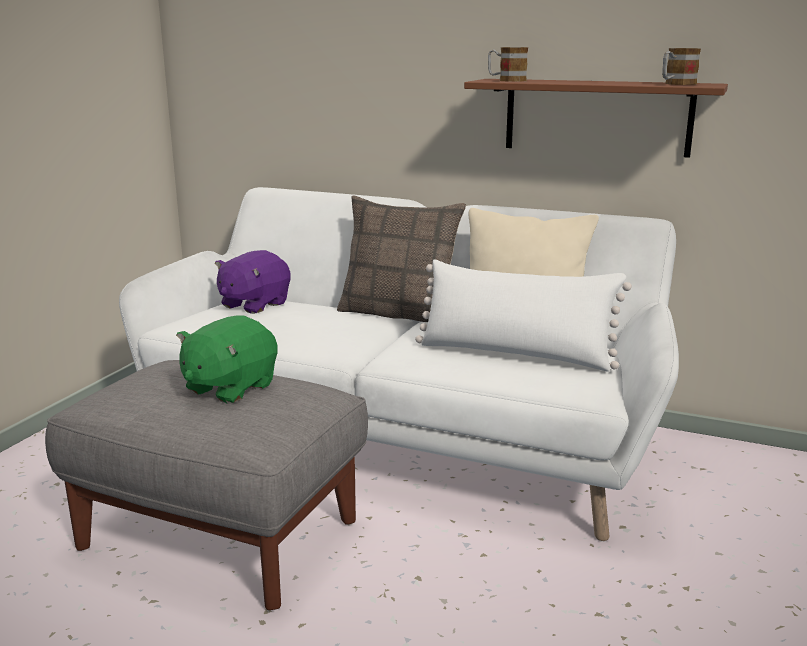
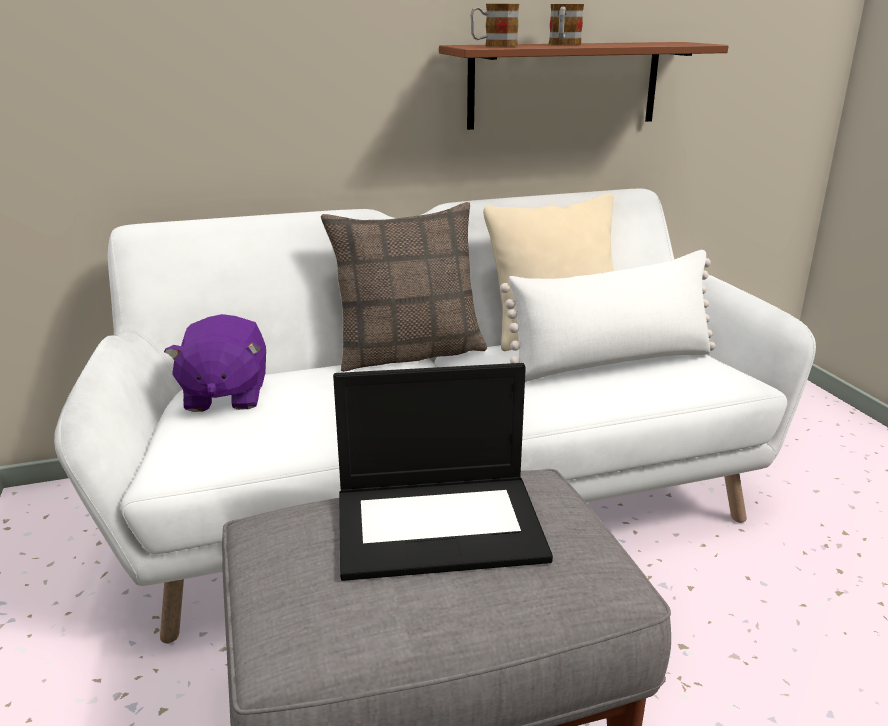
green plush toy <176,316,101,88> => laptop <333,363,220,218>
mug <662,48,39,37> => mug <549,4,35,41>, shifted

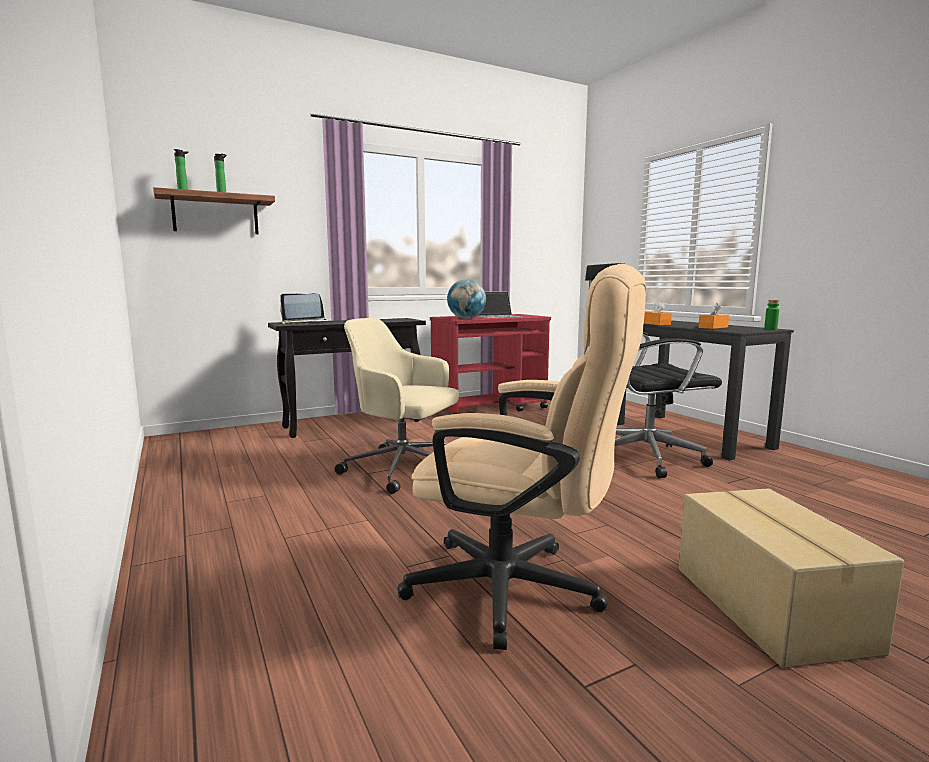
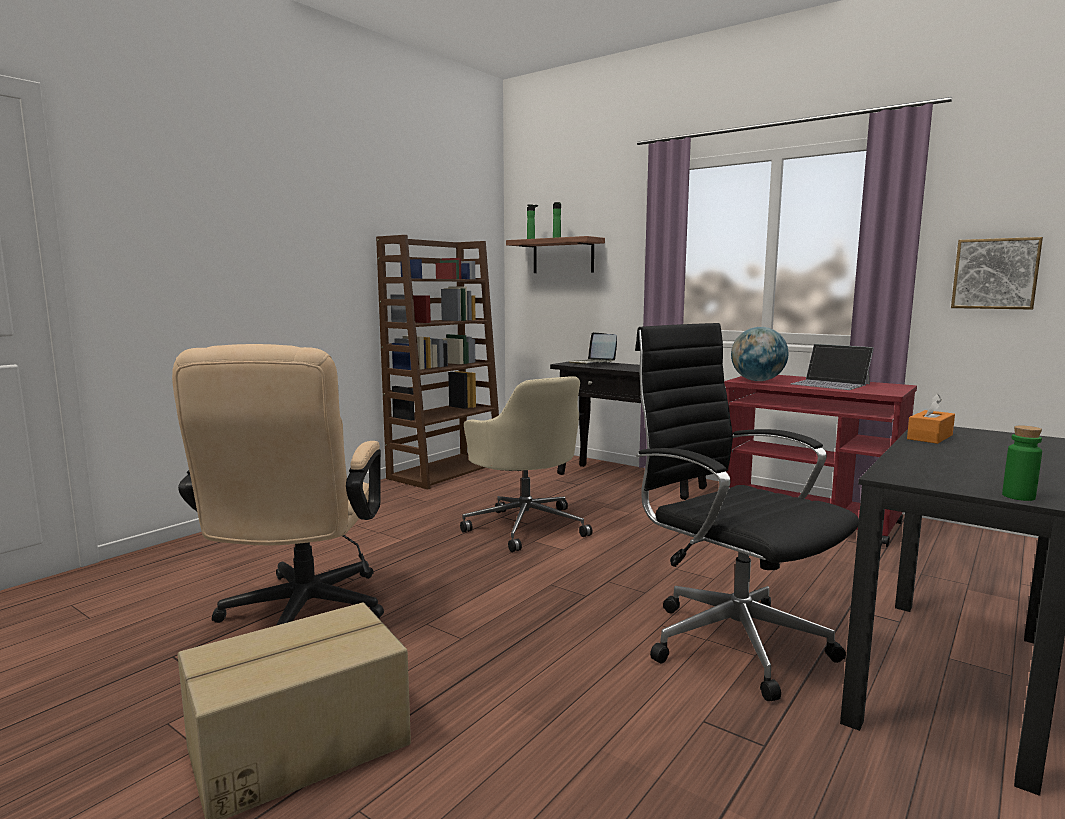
beige office chair <335,318,124,176> => beige office chair <460,376,132,176>, 150 degrees clockwise
orange tissue box <698,303,31,26> => nothing
nothing => brown bookcase <376,235,123,255>
nothing => picture <951,237,92,73>

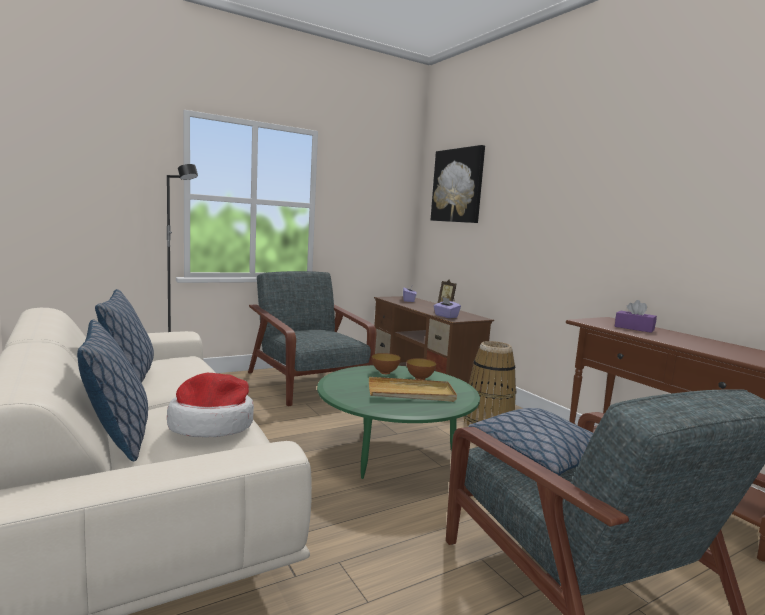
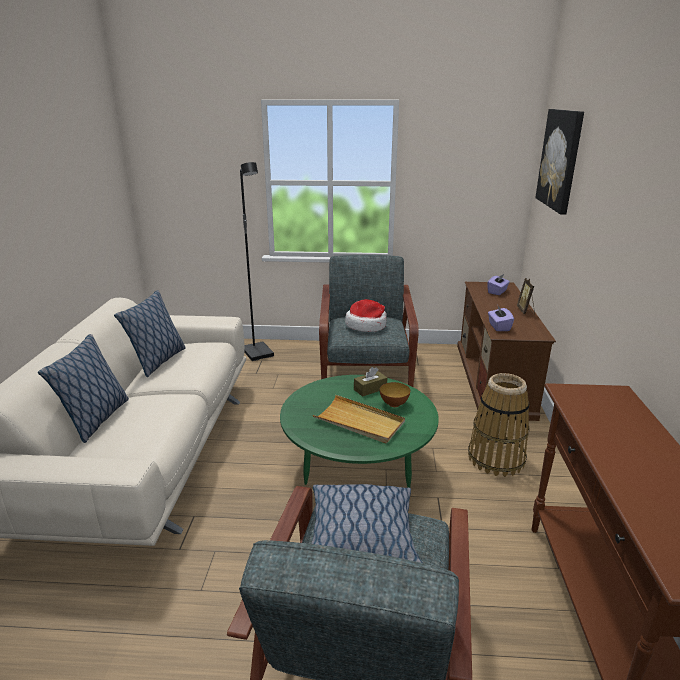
hat <167,373,87,64> => hat <345,299,42,33>, shifted
bowl <372,353,29,21> => brown tissue box <354,367,33,30>
purple tissue box <615,300,42,33> => nothing

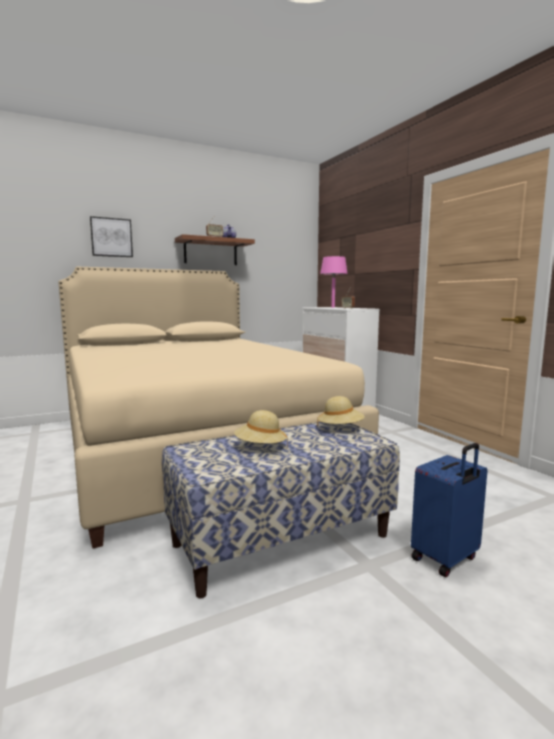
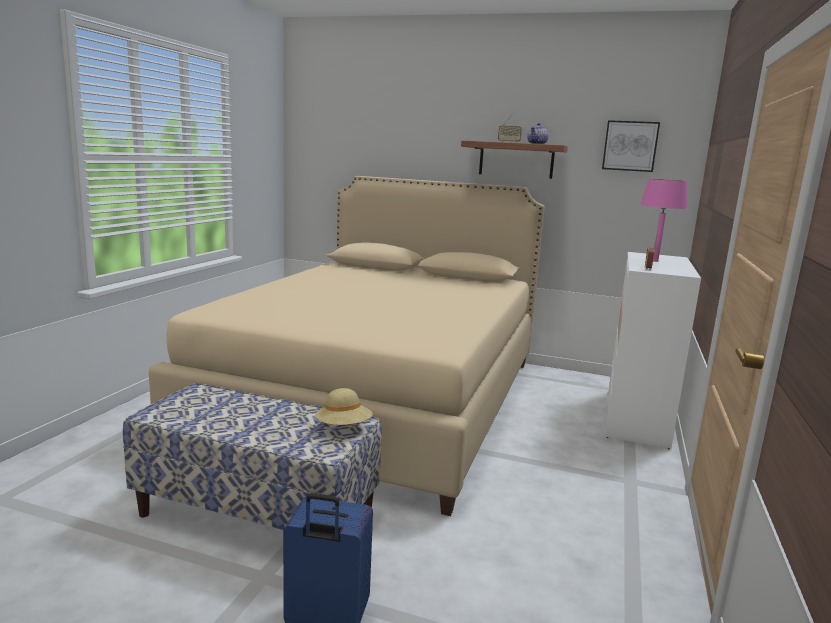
picture <90,216,43,41> => picture <602,120,58,52>, shifted
beige hat <234,410,54,38> => nothing

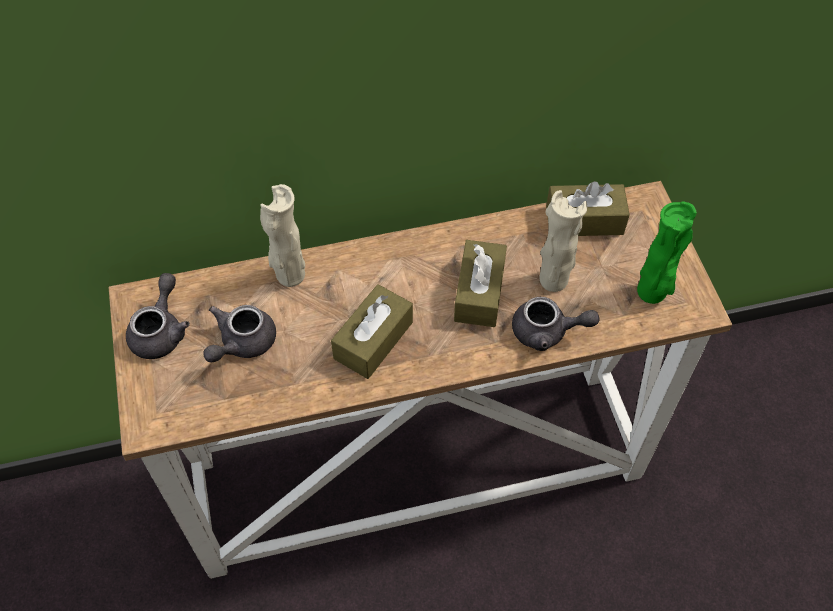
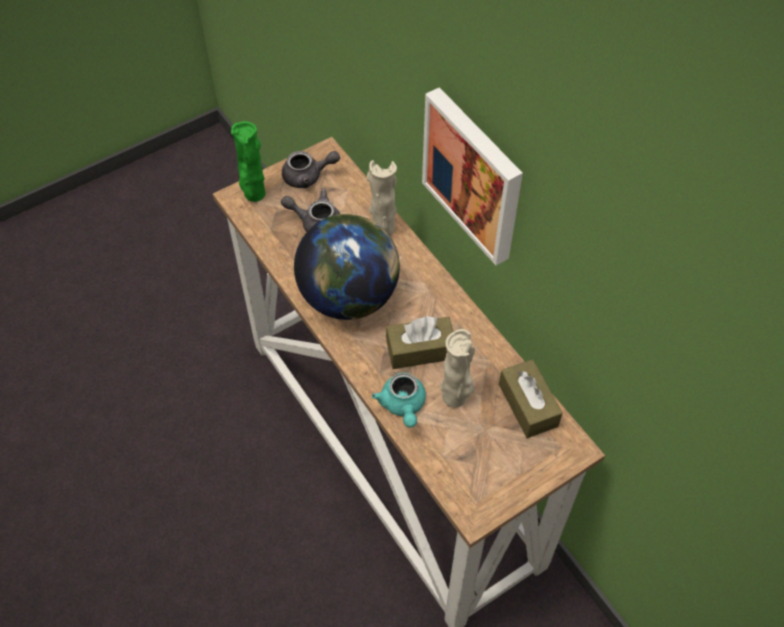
brown tissue box <331,284,82,95> => globe <294,214,106,106>
grey teapot <512,297,88,54> => turquoise teapot <372,373,54,55>
green vase <637,201,60,103> => green vase <231,121,35,81>, shifted
nothing => picture <422,87,101,178>

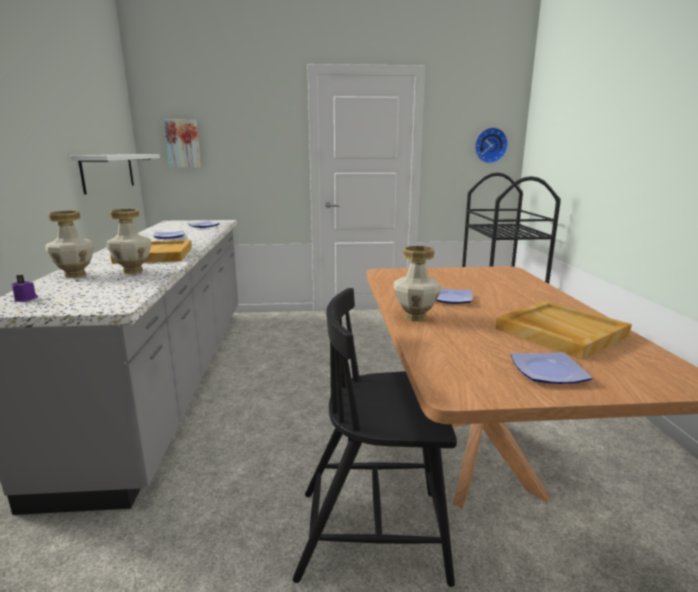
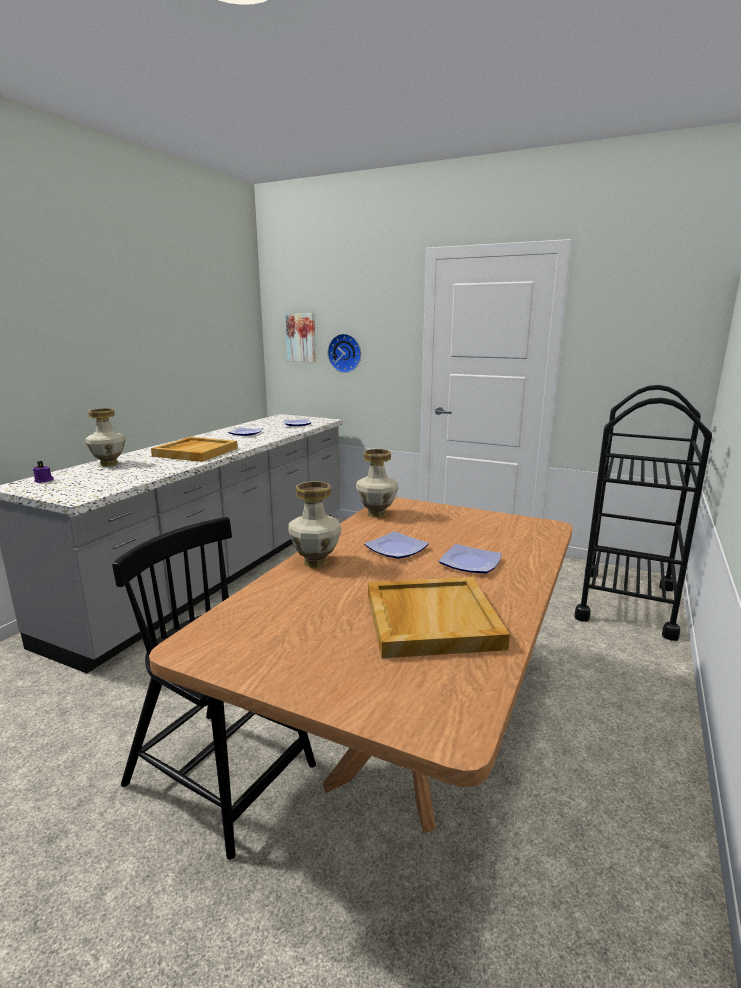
white shelf <70,154,90,41> => nothing
vase <106,209,46,65> => vase <356,449,43,69>, shifted
wall clock <475,127,33,36> => wall clock <328,334,33,39>, shifted
plate <511,352,82,32> => plate <438,544,64,30>, shifted

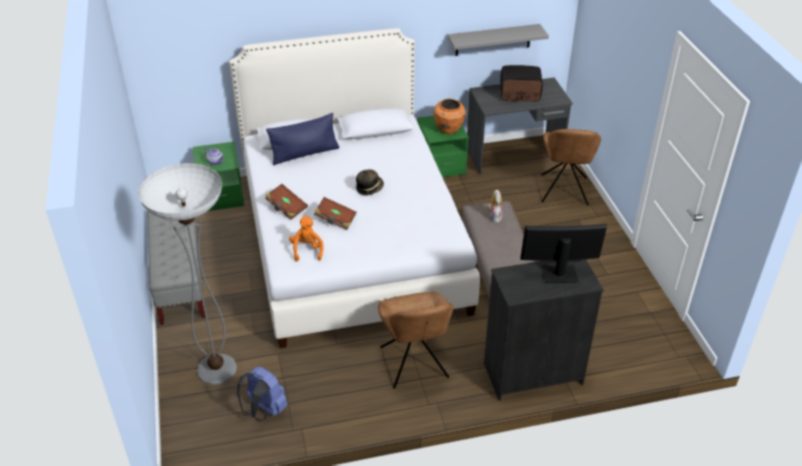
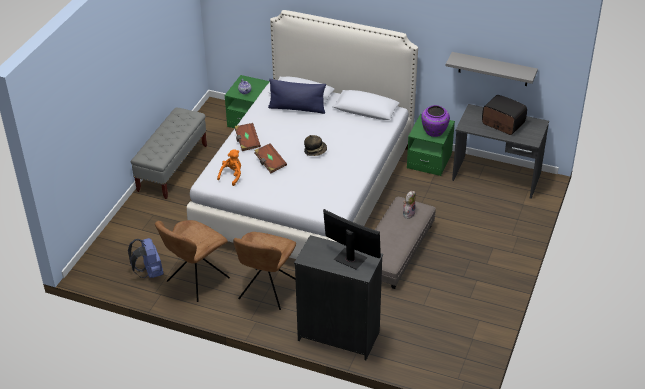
floor lamp <138,163,99,222> => nothing
orange vase <434,99,32,35> => purple vase <421,105,29,32>
brown chair <541,129,60,76> => brown chair <155,220,75,82>, shifted

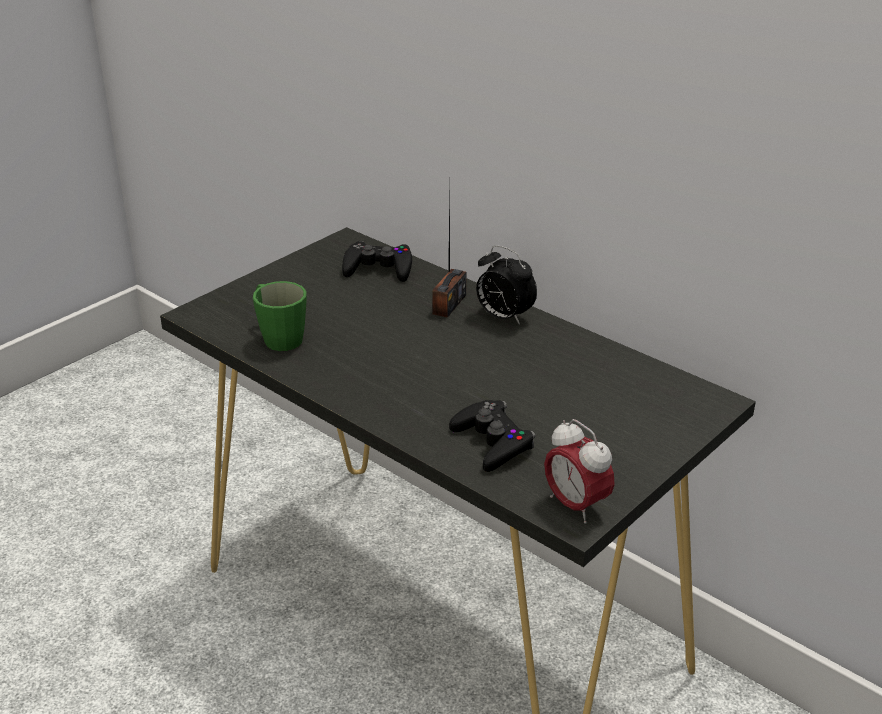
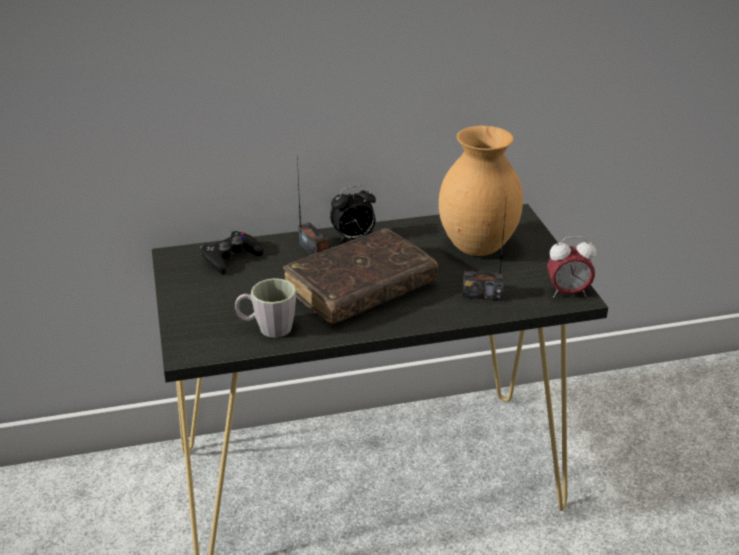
green mug <253,281,54,70> => grey mug <235,278,61,60>
black game controller <449,400,86,72> => radio <462,197,45,104>
nothing => brown book <283,228,155,96>
nothing => brown vase <439,126,84,130>

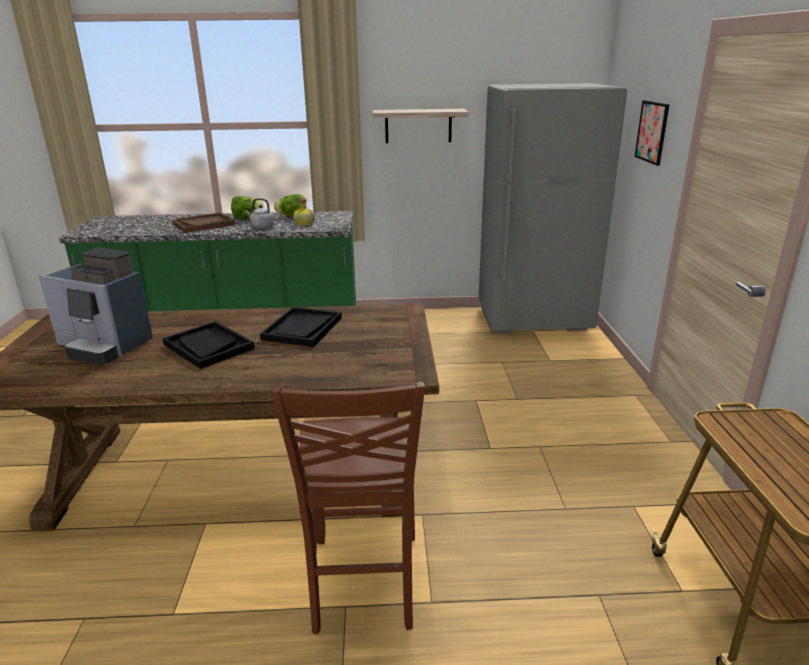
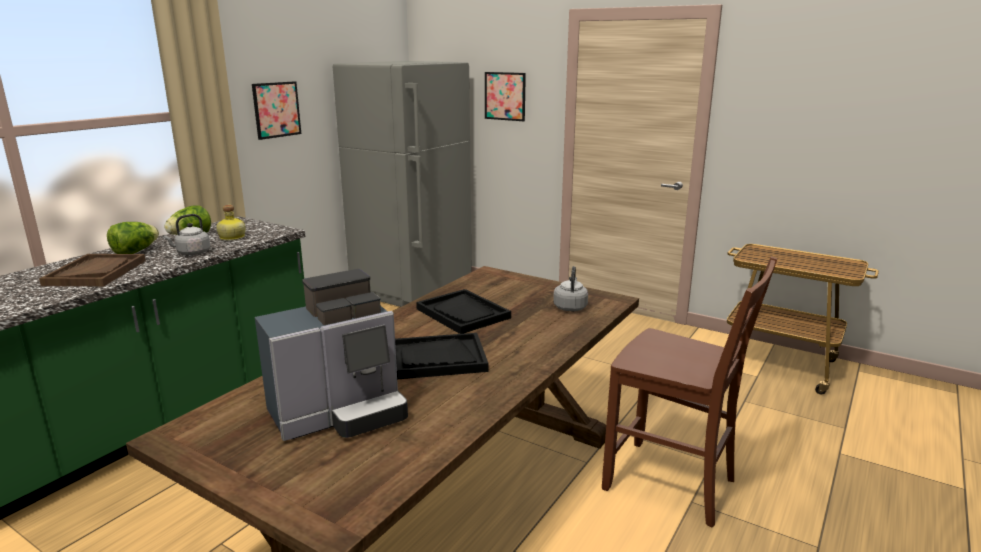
shelf <373,109,96,34> => picture <252,81,49,59>
nothing => grey kettle <553,266,35,45>

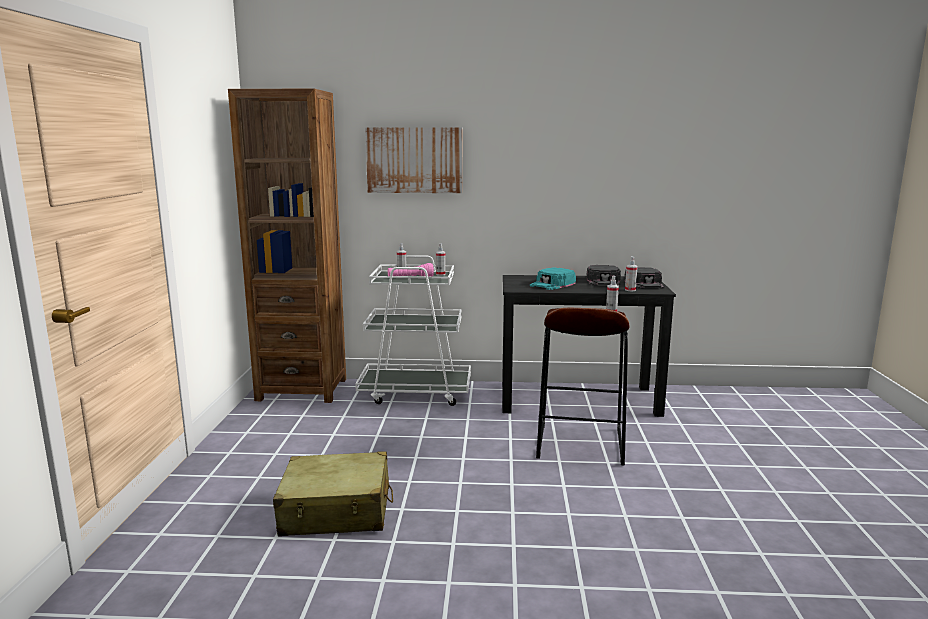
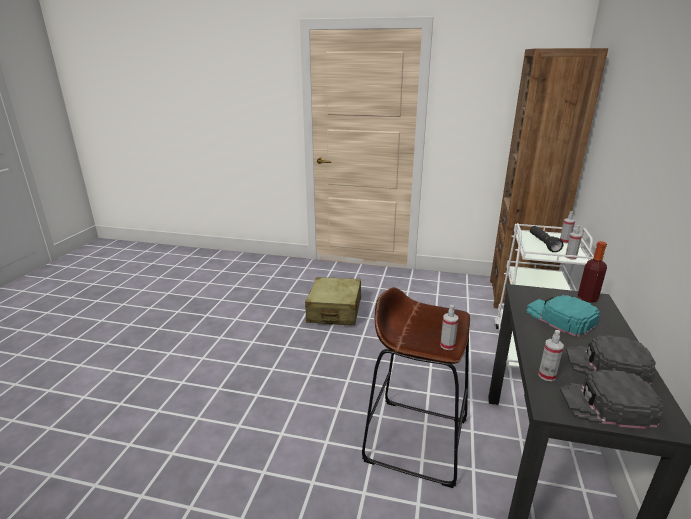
picture <365,127,97,66> => nothing
pink flashlight <388,263,46,14> => black flashlight <530,226,34,26>
nothing => bottle <578,241,29,61>

